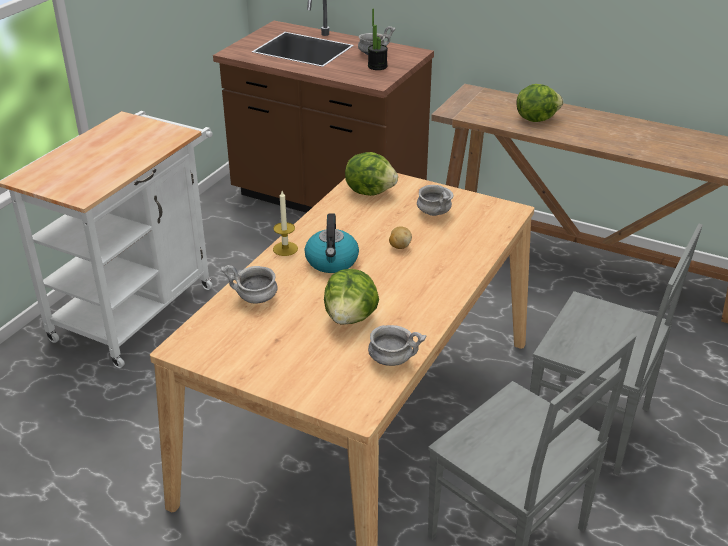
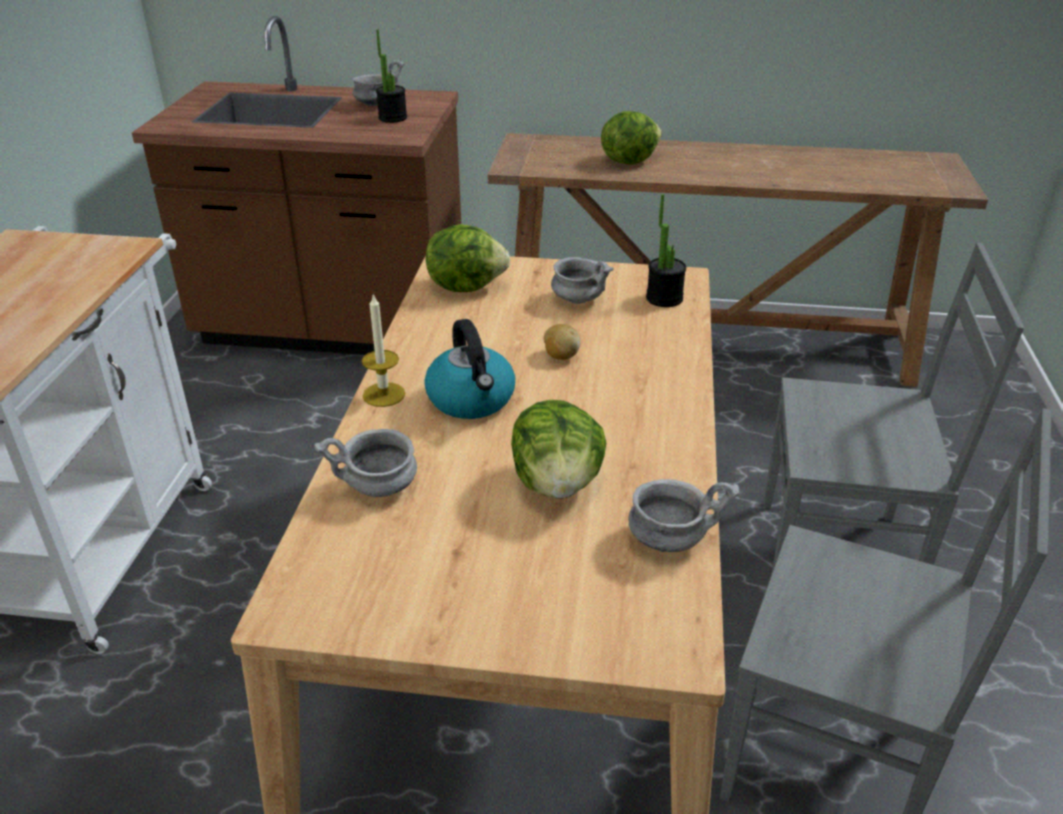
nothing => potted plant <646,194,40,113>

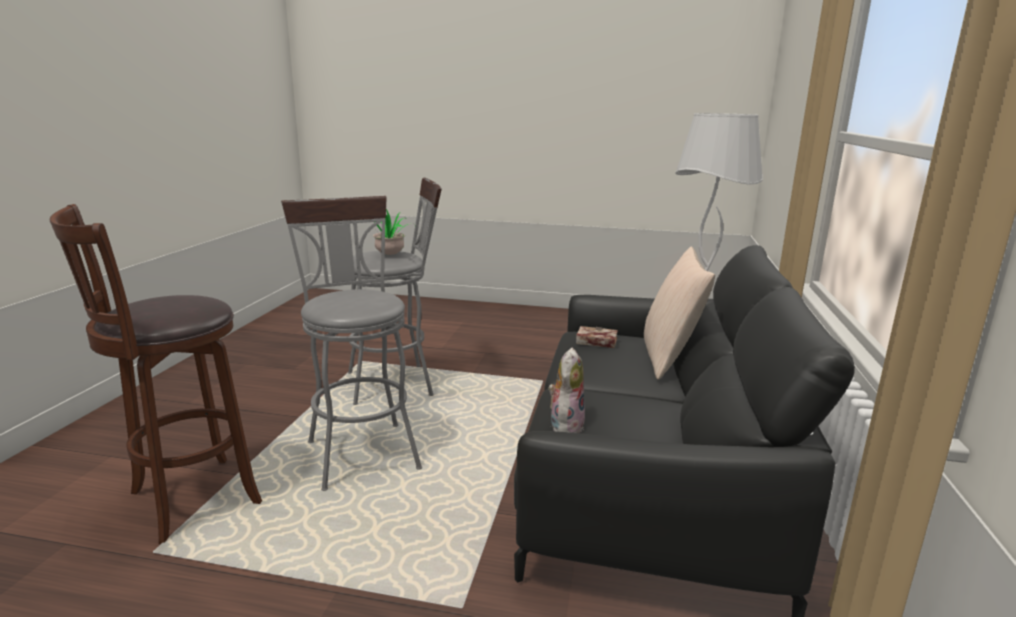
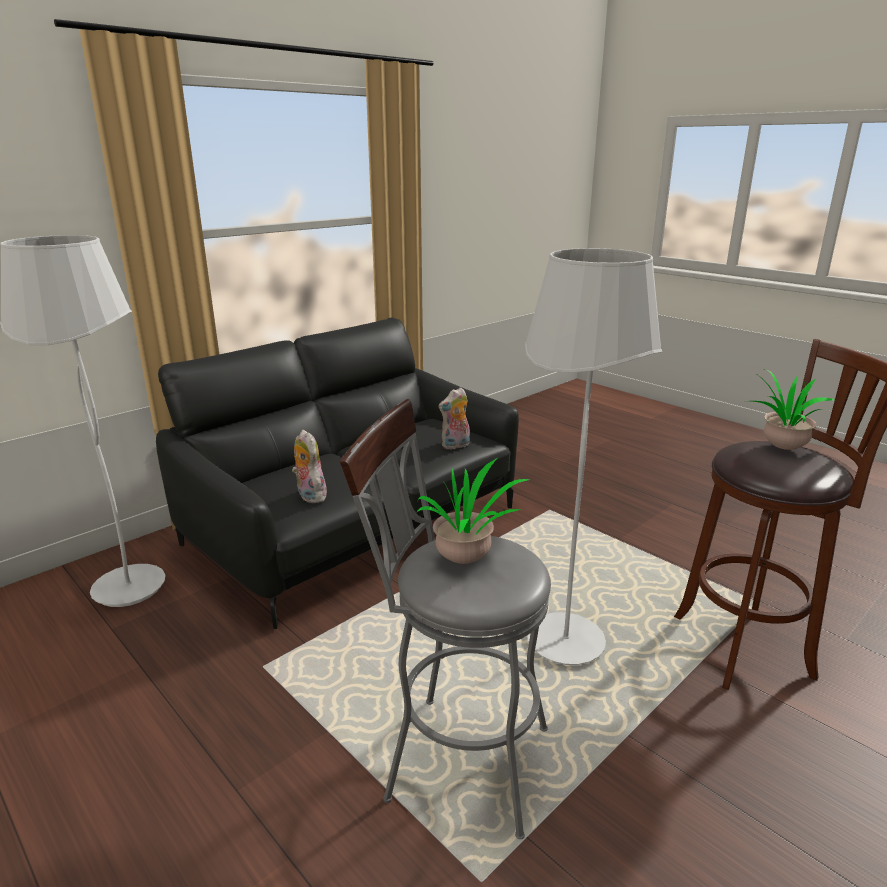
grey stool <281,196,141,295> => white floor lamp <525,248,137,417>
book <576,326,42,22> => plush toy <292,430,38,73>
beige pillow <644,247,71,133> => nothing
nothing => potted plant <752,369,83,81>

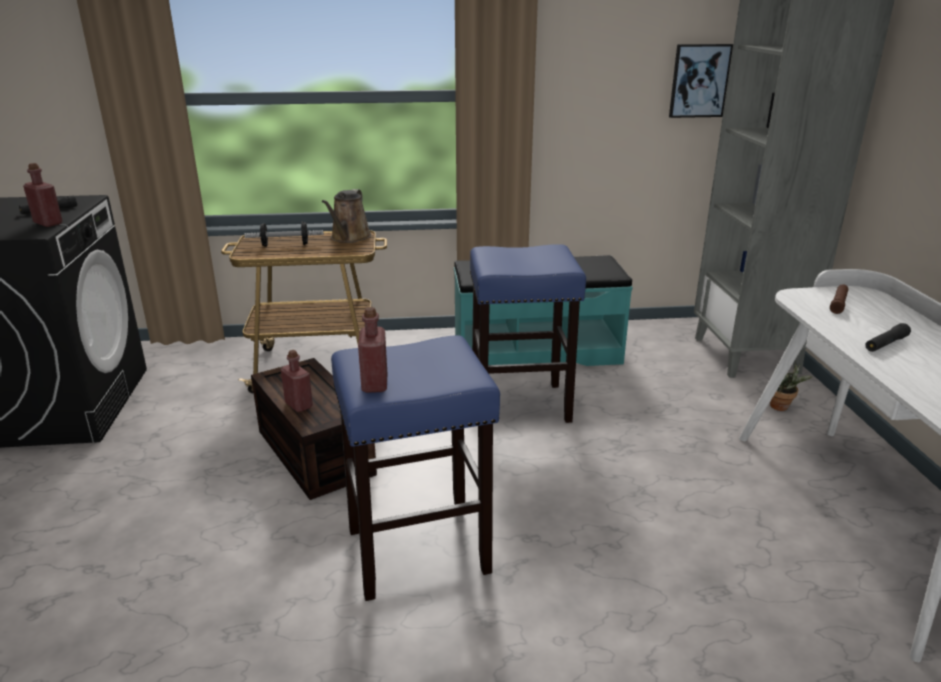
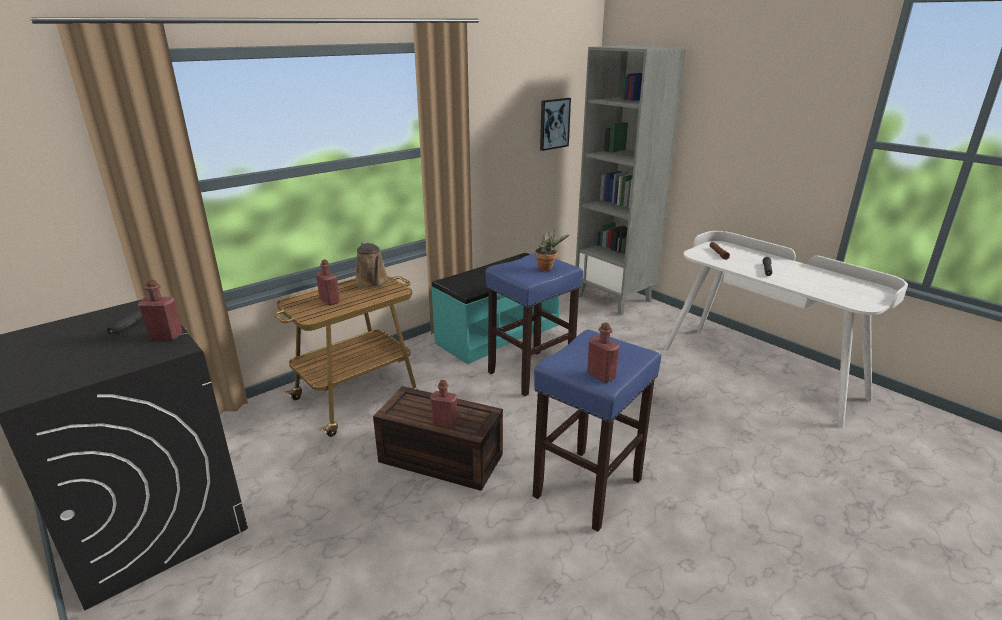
dumbbell <244,221,80,26> => red bottle <316,259,24,47>
potted plant <770,363,43,48> => potted plant <535,229,34,42>, shifted

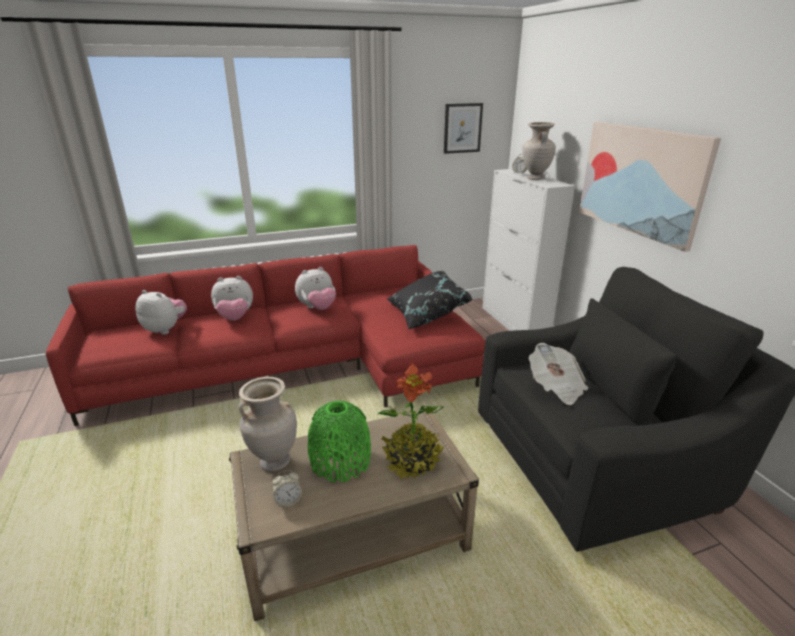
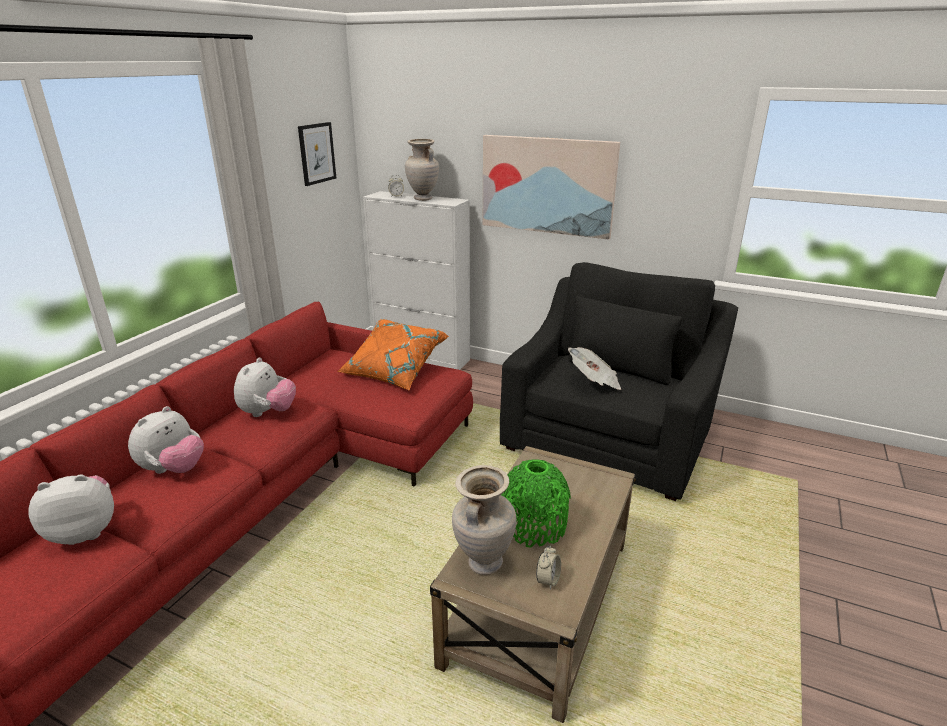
potted plant <377,363,68,116> => nothing
black pillow <387,271,86,58> => orange pillow <337,319,112,71>

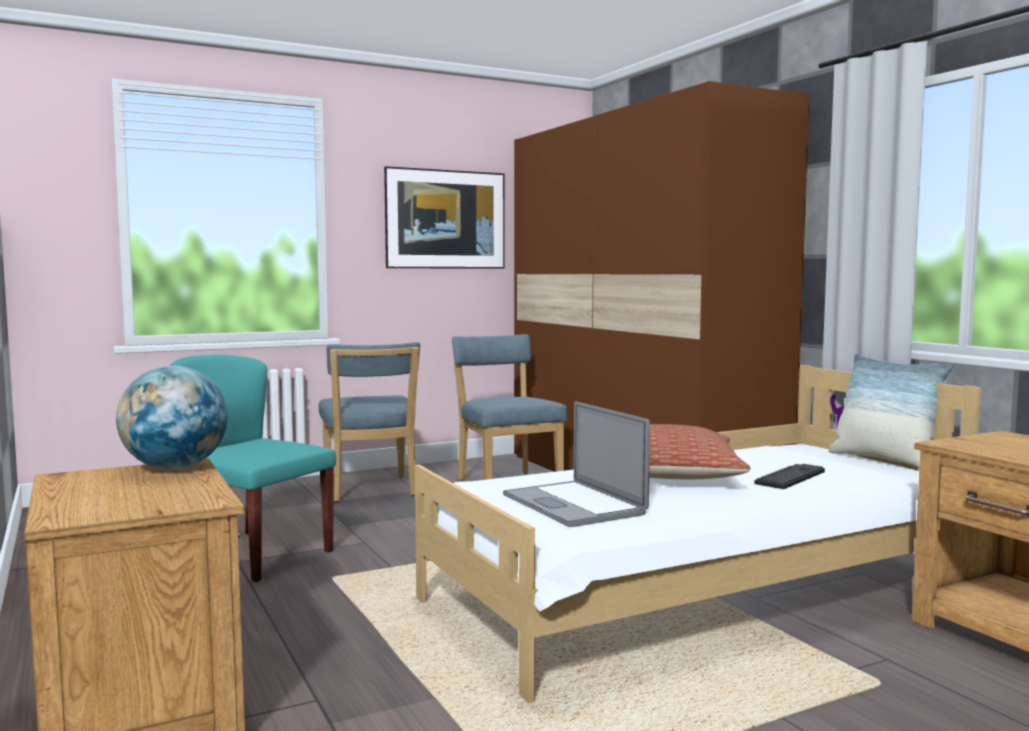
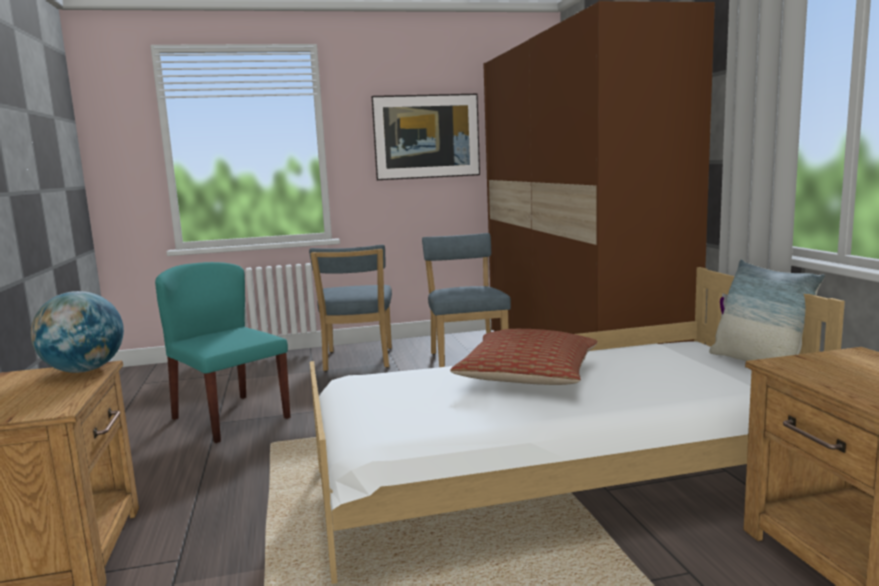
laptop <503,401,147,126> => nothing
keyboard <754,464,71,25> => nothing

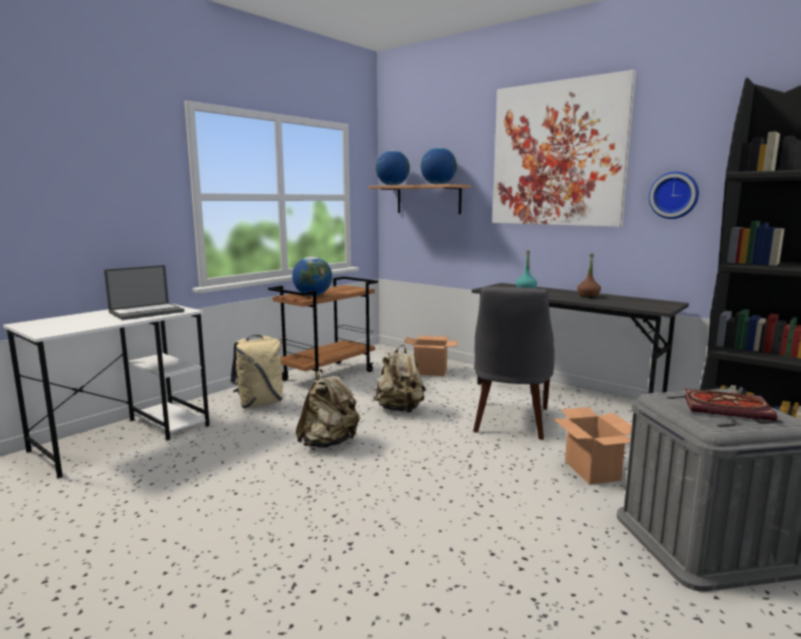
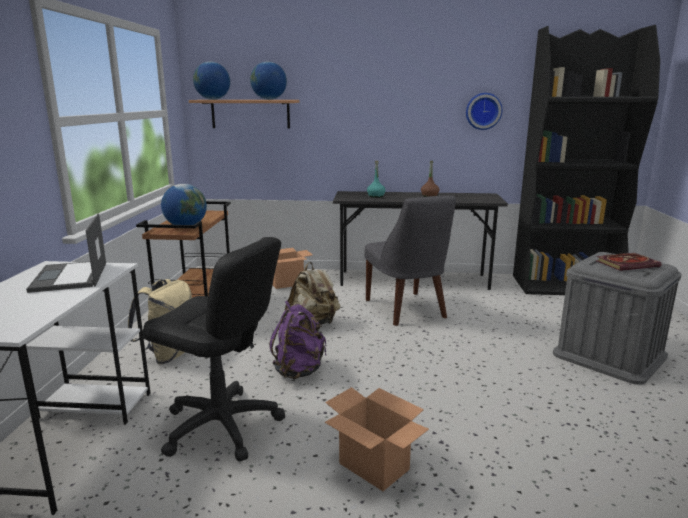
laptop <104,265,80,55> => laptop <26,214,80,79>, 150 degrees clockwise
beige backpack <296,369,64,79> => purple backpack <269,300,57,79>
picture <492,70,144,157> => nothing
cardboard box <553,407,79,77> => cardboard box <325,387,104,104>, shifted
nothing => black office chair <143,237,142,224>

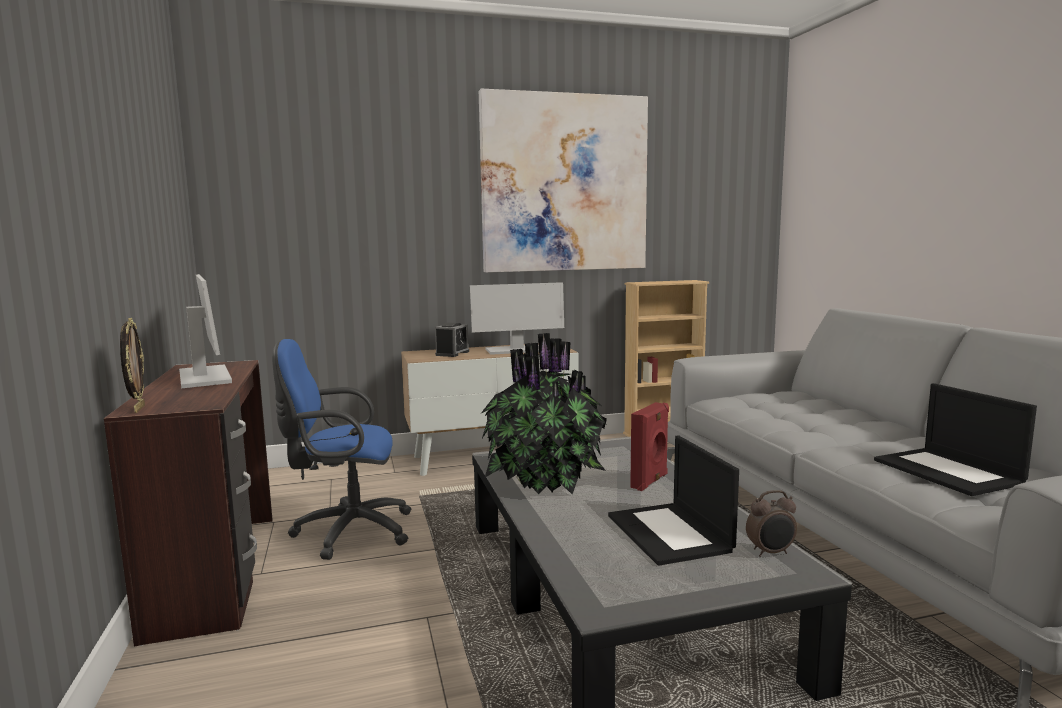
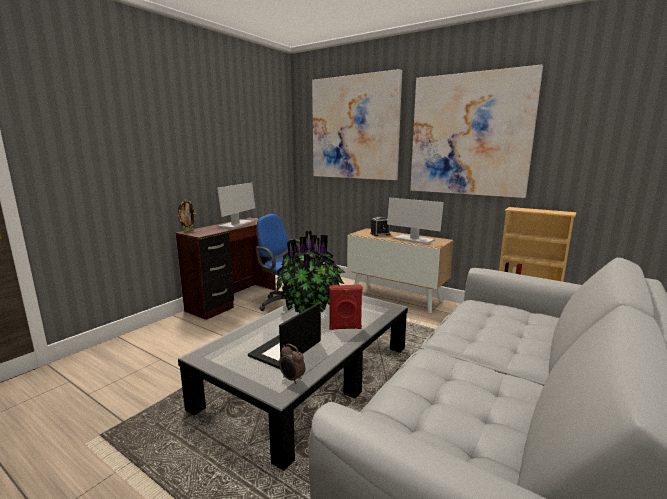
laptop <874,383,163,113> => nothing
nothing => picture <312,69,90,111>

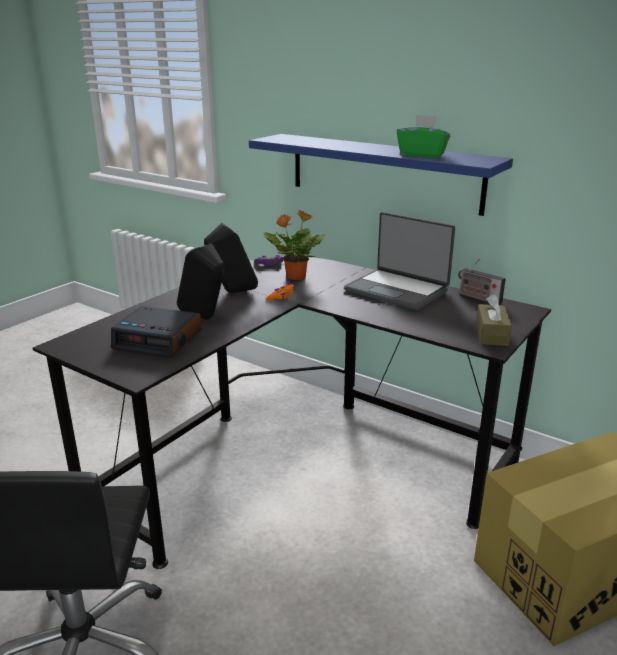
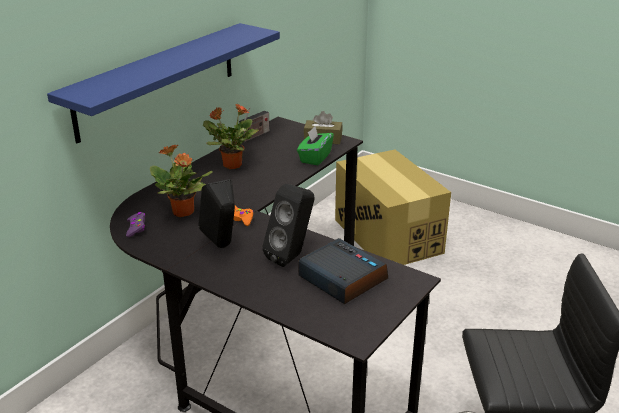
alarm clock <111,306,91,52> => alarm clock <298,238,90,66>, 60 degrees counterclockwise
laptop <344,212,111,98> => potted plant <203,104,56,65>
green tissue box <397,115,53,43> => green tissue box <297,126,37,39>, shifted

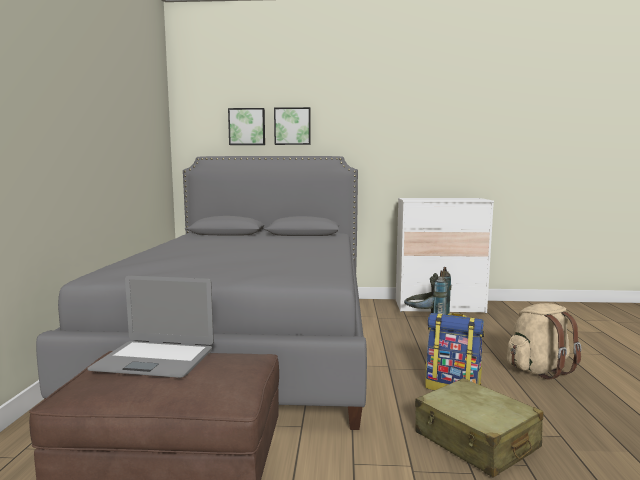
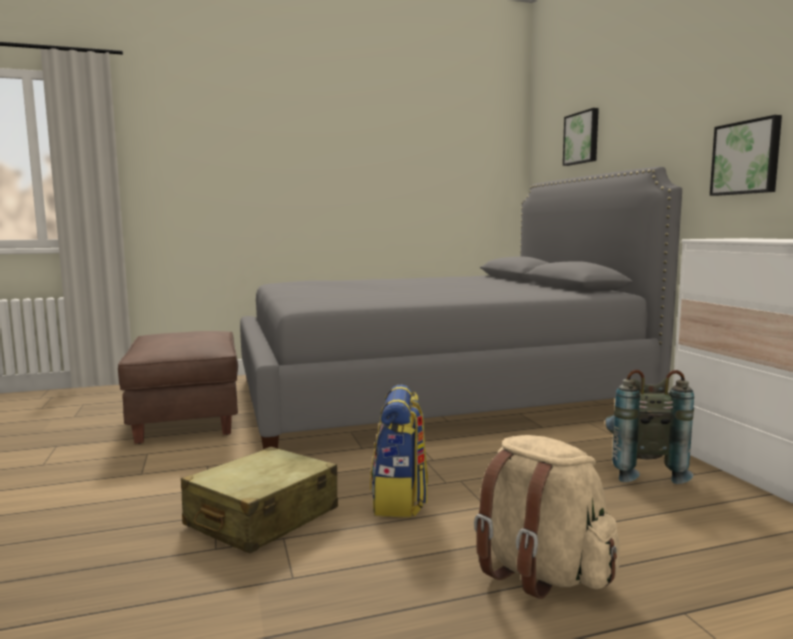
laptop <87,276,127,102> => nothing
picture <274,107,37,38> => picture <710,115,72,81>, shifted

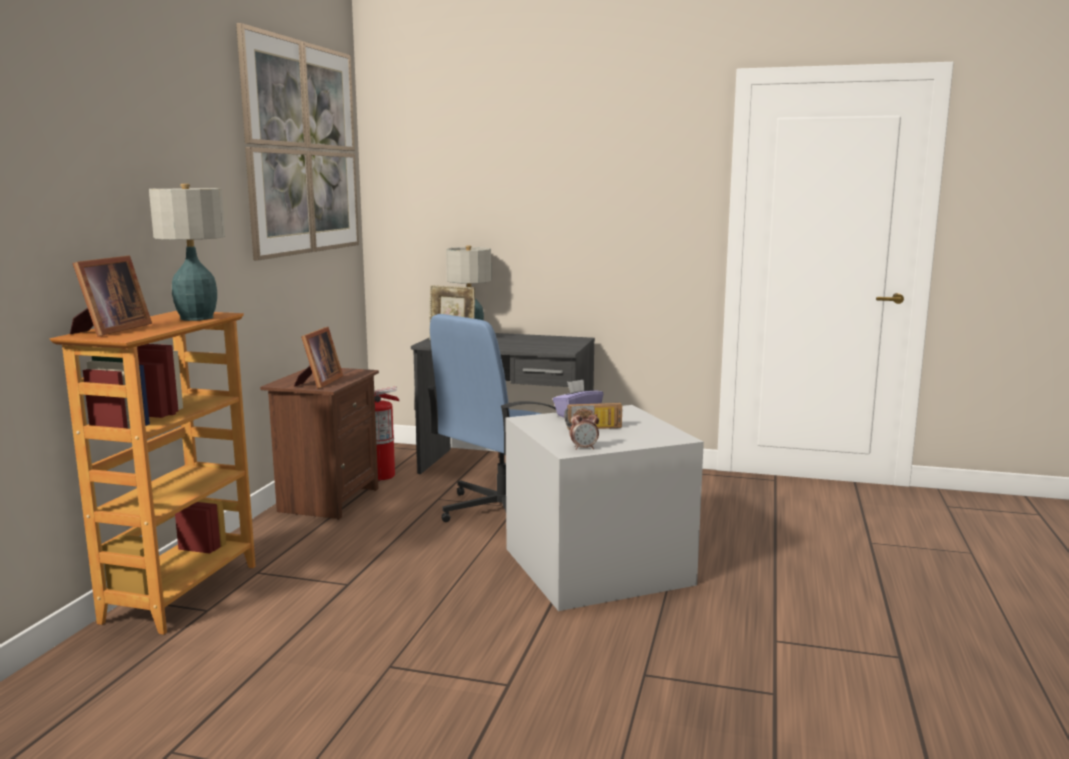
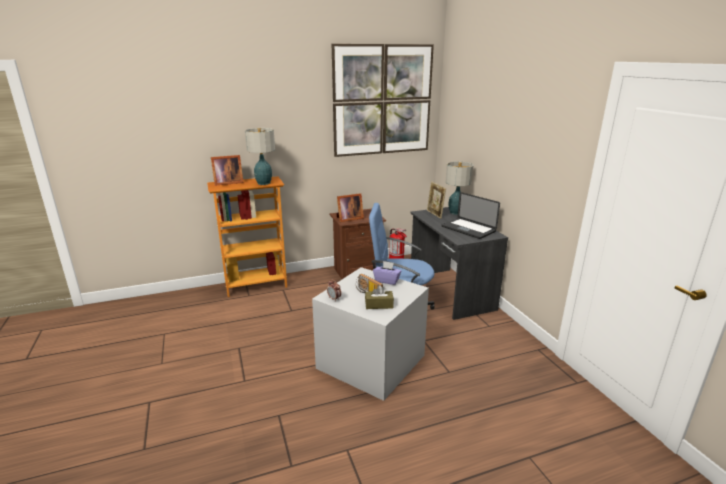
nothing => brown tissue box <365,285,29,24>
nothing => laptop <441,192,59,47>

